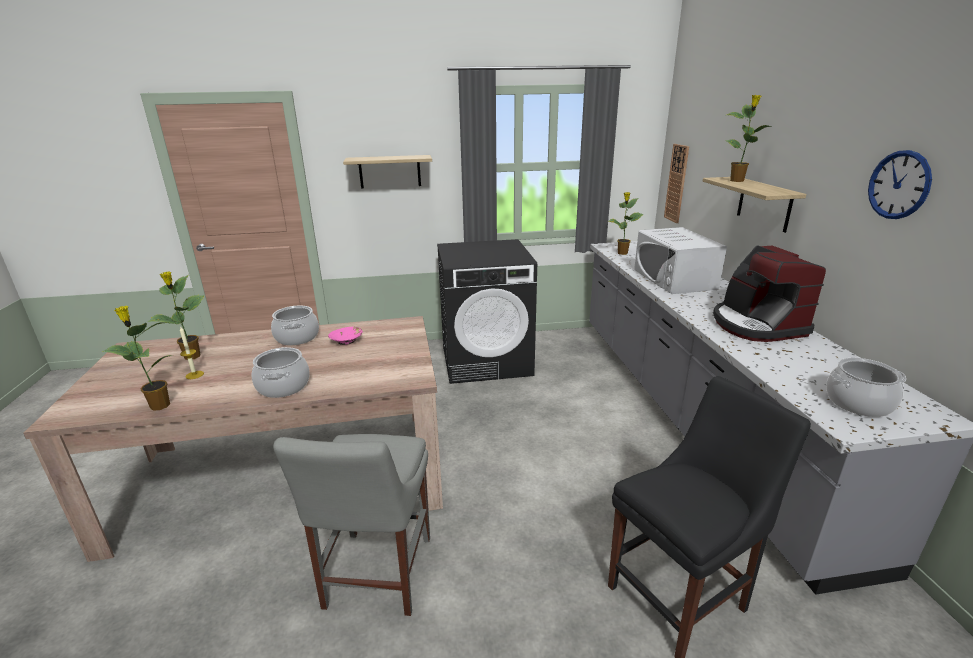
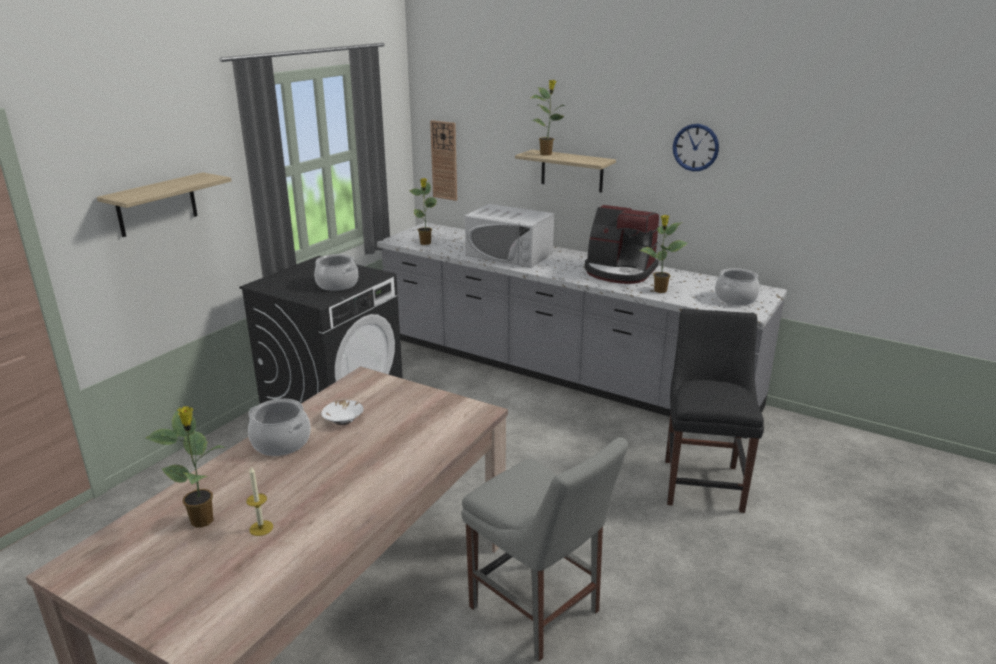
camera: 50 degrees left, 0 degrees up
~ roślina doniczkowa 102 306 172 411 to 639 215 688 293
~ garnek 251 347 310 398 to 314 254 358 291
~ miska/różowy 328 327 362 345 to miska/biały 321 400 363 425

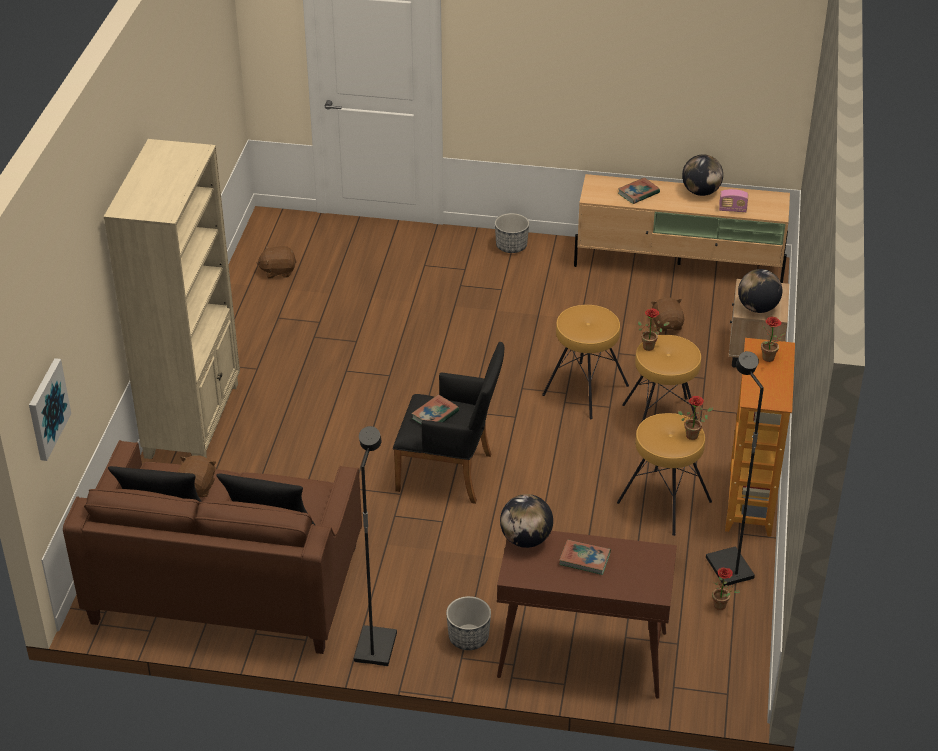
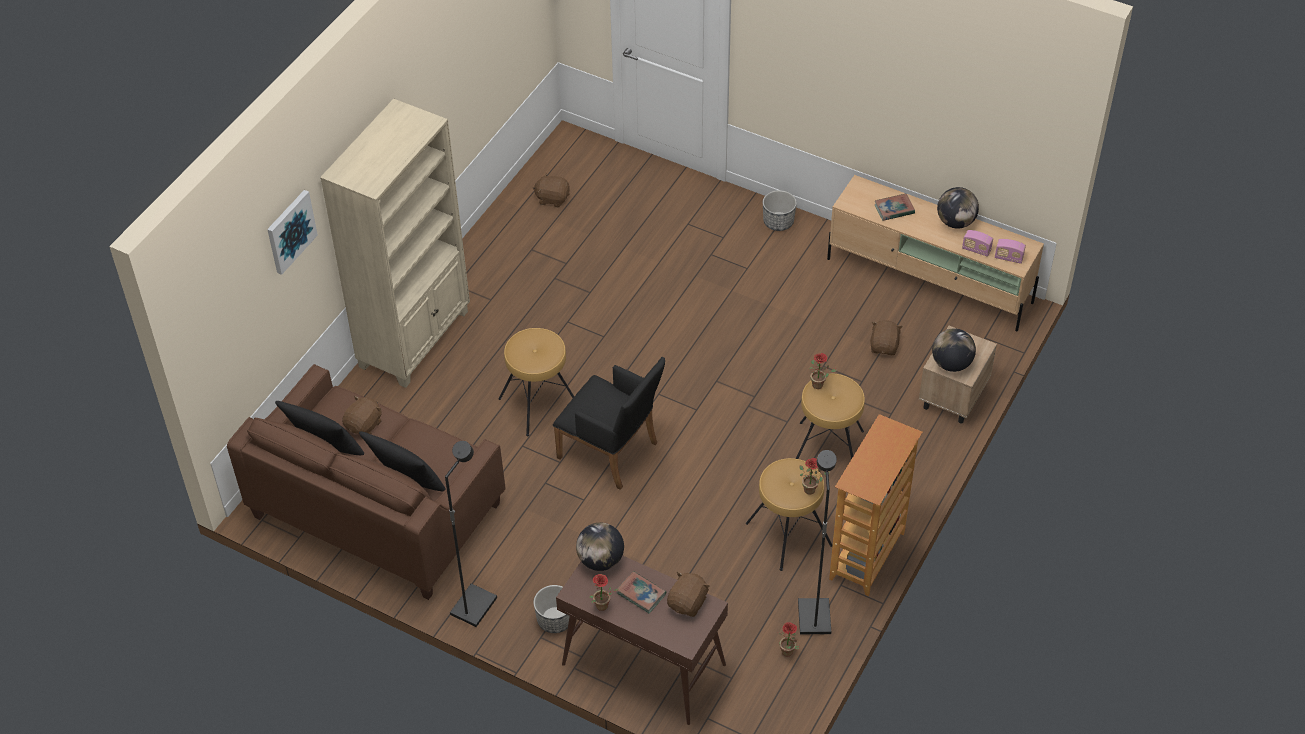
camera: 20 degrees right, 10 degrees up
~ obraz 29 358 71 461 to 267 190 318 275
- książka 411 394 459 425
~ stołek/brązowy 542 305 629 419 to 499 328 574 436
~ roślina doniczkowa 761 317 785 362 to 589 574 619 611
+ pluszak/brązowy 667 572 710 617
+ radio 995 239 1026 264

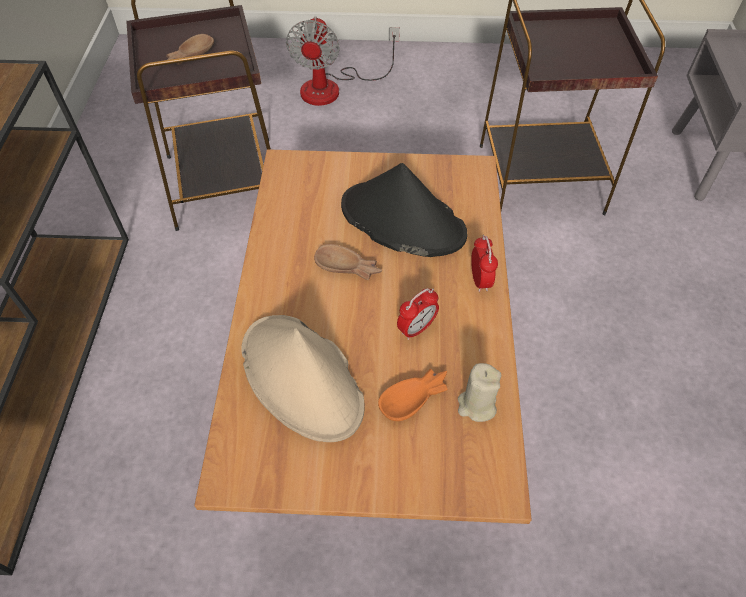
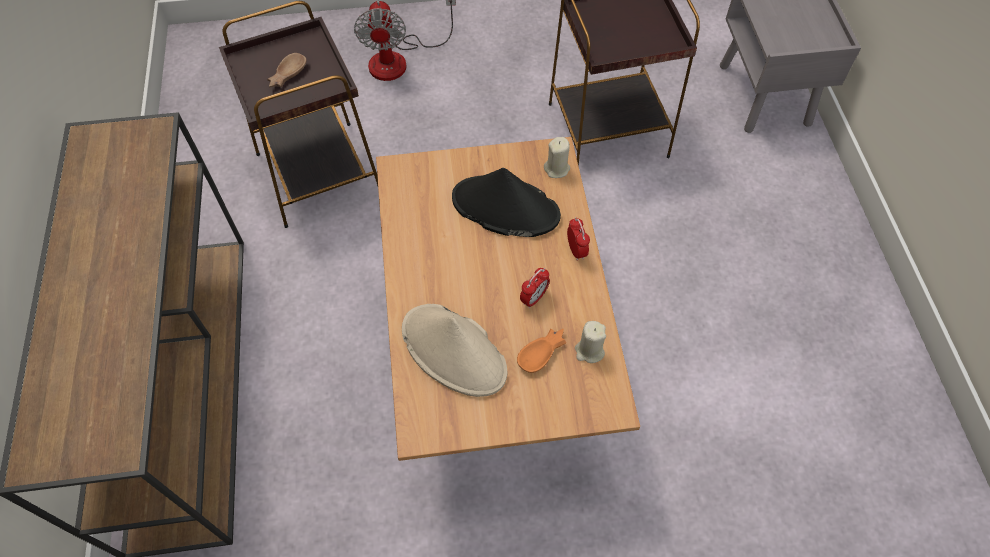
camera: 10 degrees left, 5 degrees up
- miska/brązowy 314 244 382 280
+ świeca/beżowy 544 137 570 178

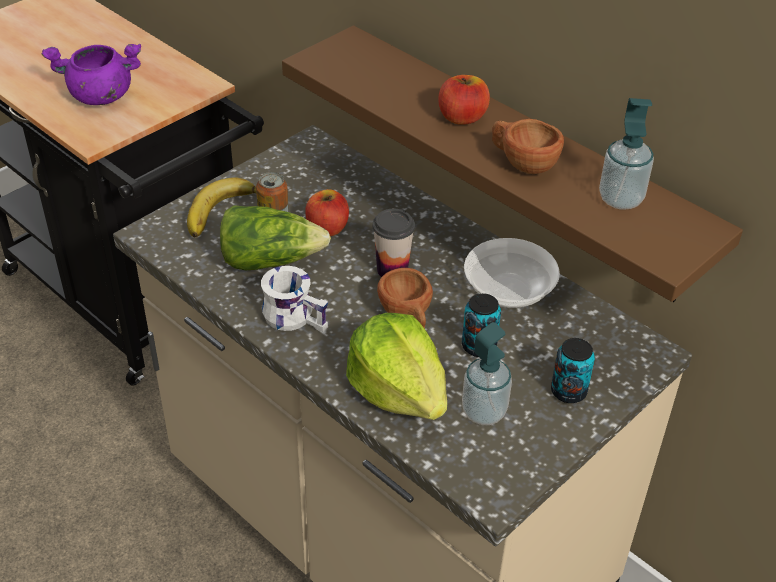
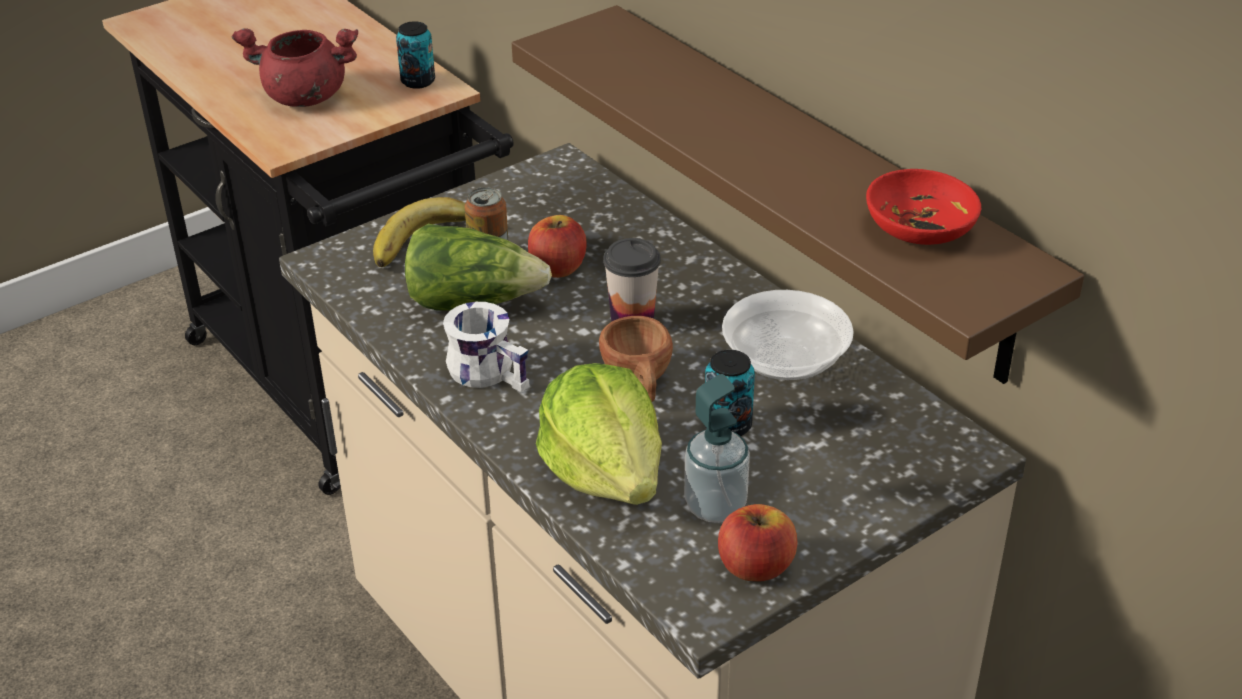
camera: 10 degrees right, 5 degrees down
~ garnek/fioletowy 42 44 141 105 to garnek/czerwony 231 28 358 107
~ jabłko 438 75 490 125 to 718 504 798 582
- filiżanka/brązowy 492 119 564 174
~ puszka 551 338 595 403 to 396 21 435 89
~ dozownik mydła 599 98 654 210 to miska/czerwony 866 169 981 245

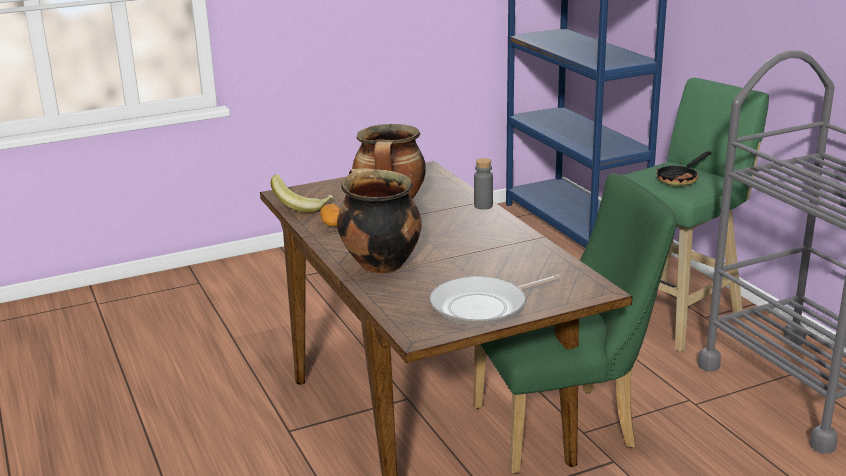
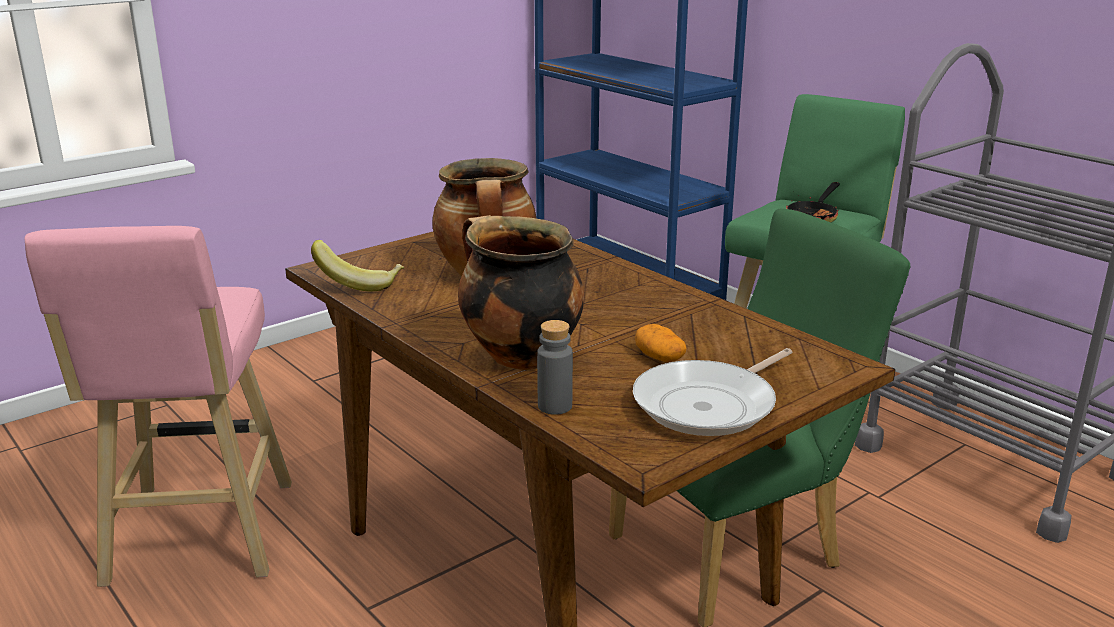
camera: 15 degrees left, 0 degrees up
~ ziemniak 320 204 340 227 to 635 324 686 362
~ butelka/szary 474 158 493 210 to 537 320 573 415
+ stołek/różowy 25 226 292 587

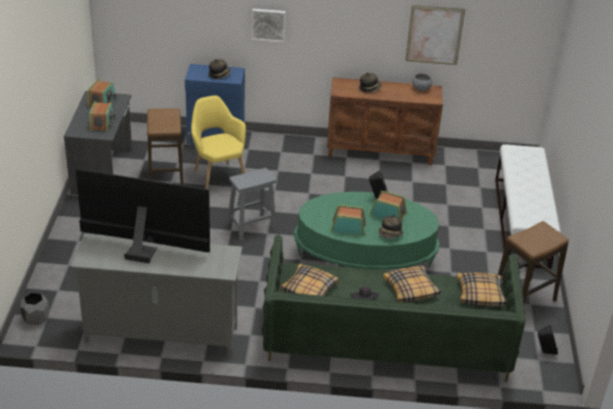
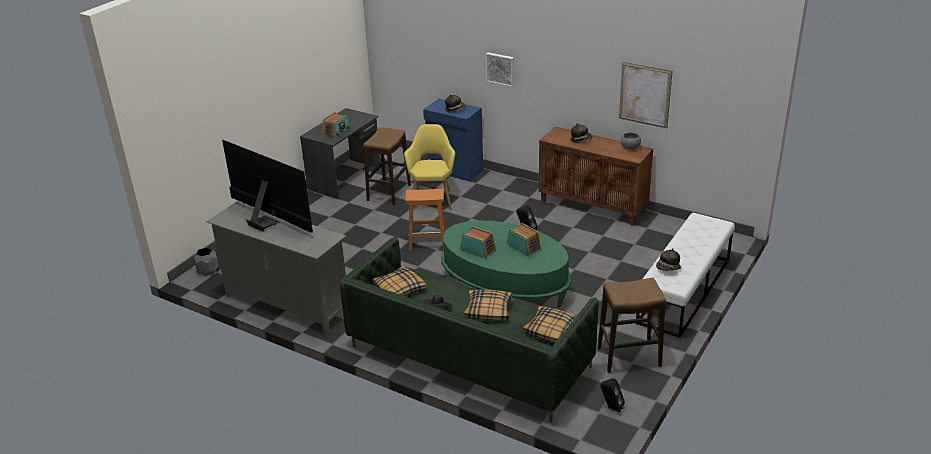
camera: 30 degrees right, 5 degrees down
- radio 88 79 116 107
~ stołek/szary 227 168 277 241 to stołek/pomarańczowy 405 189 446 251
~ kapelusz 379 214 403 239 to 656 248 681 271

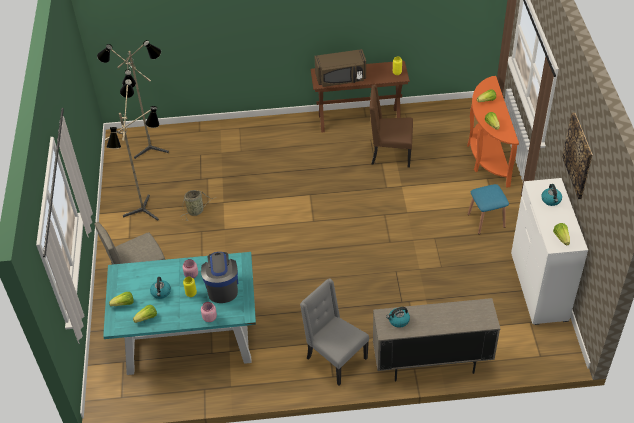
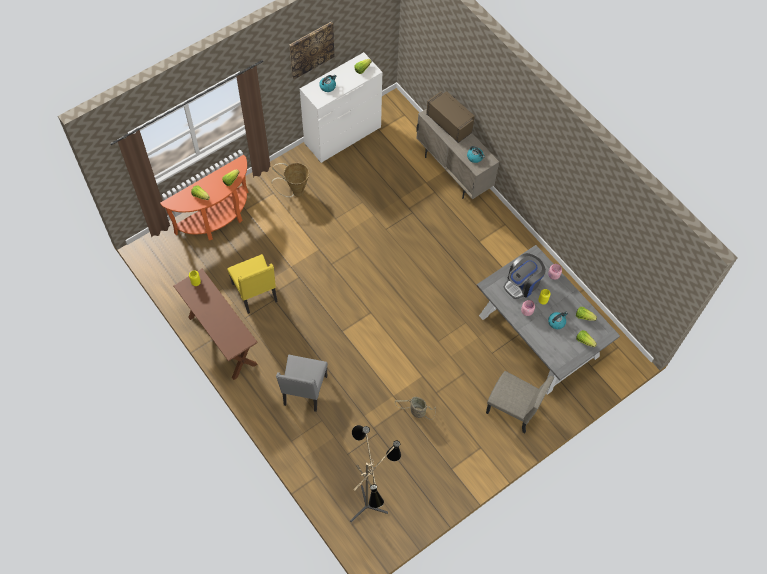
camera: 125 degrees left, 15 degrees up
~ stół jadalny/turkusowy 103 252 256 375 to stół jadalny/szary 477 245 620 395
- lampa stojąca 105 79 159 221
~ krzesło/szary 300 278 369 386 to 276 355 328 412
~ mikrofalówka/brązowy 315 49 366 87 to 426 91 475 143
~ krzesło/brązowy 369 85 413 168 to krzesło/żółty 227 254 278 314
~ stołek/niebieski 468 184 509 234 to koszyk 272 163 309 197

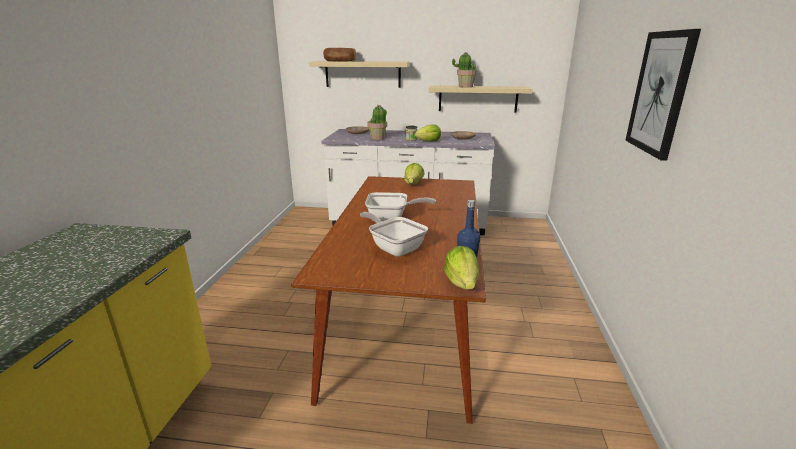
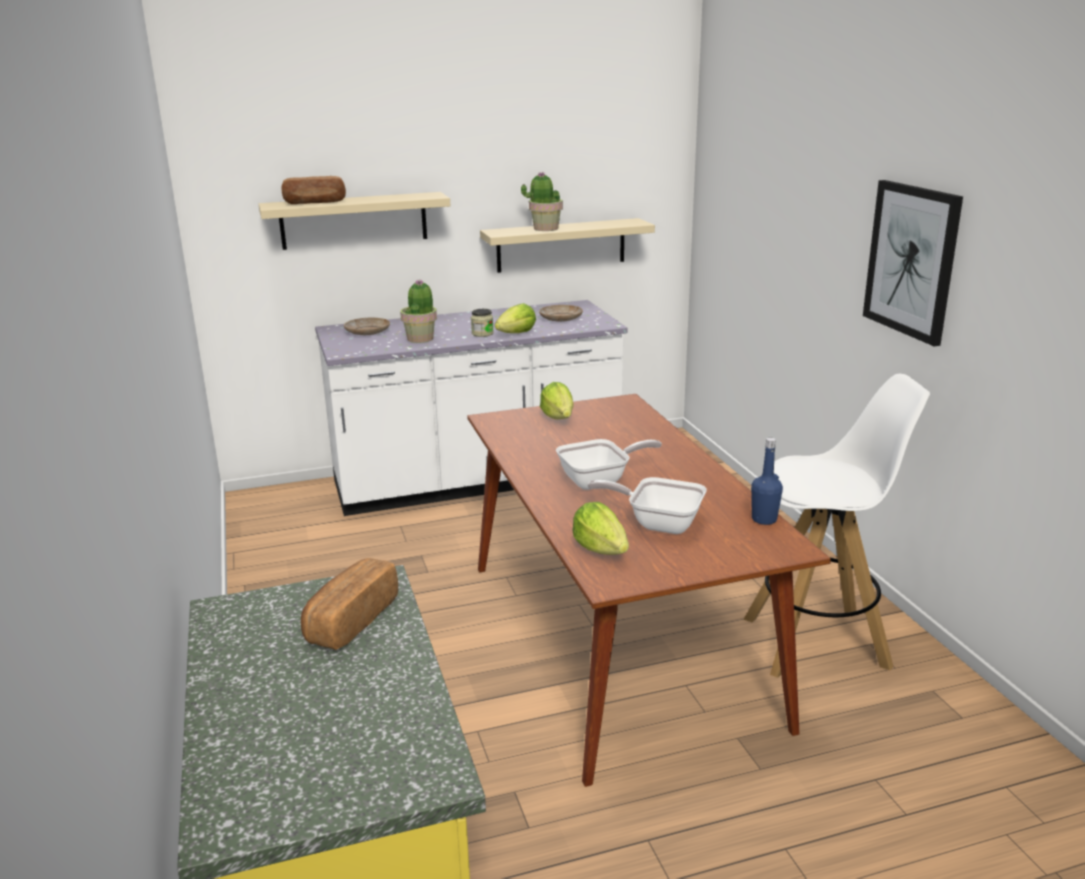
camera: 25 degrees left, 0 degrees up
~ sałata 444 246 479 290 to 572 502 629 555
+ chleb 301 558 398 650
+ stołek/biały 743 374 930 678

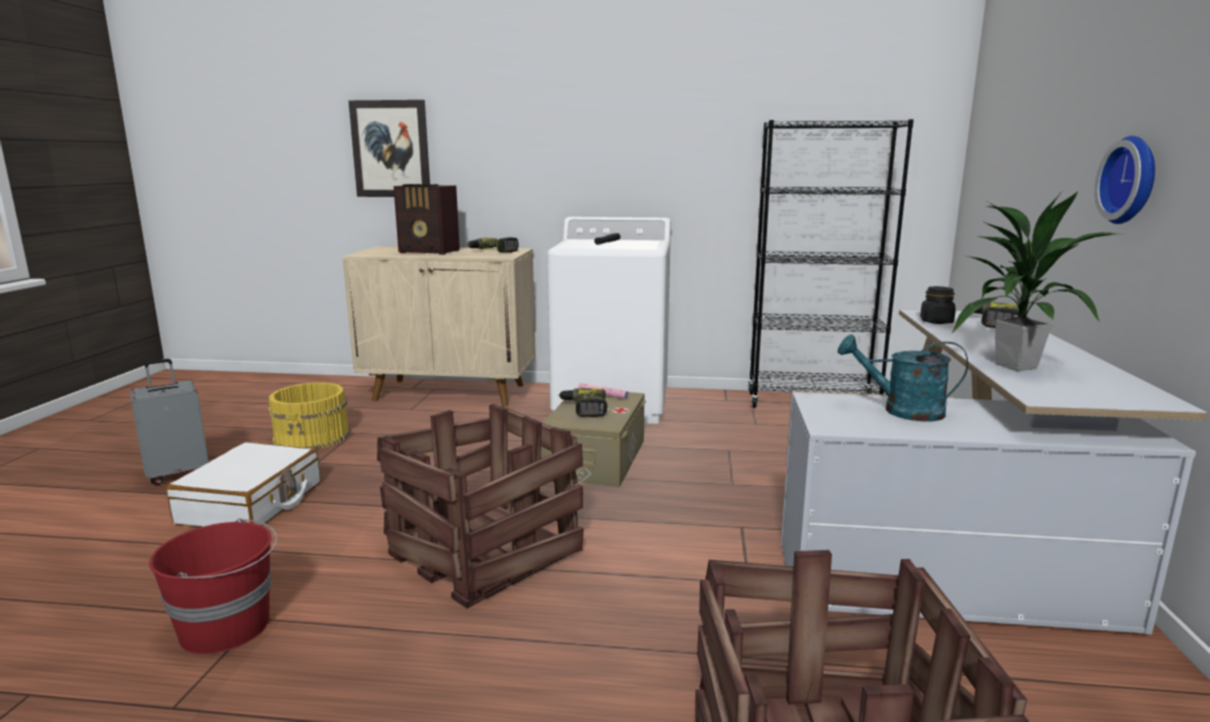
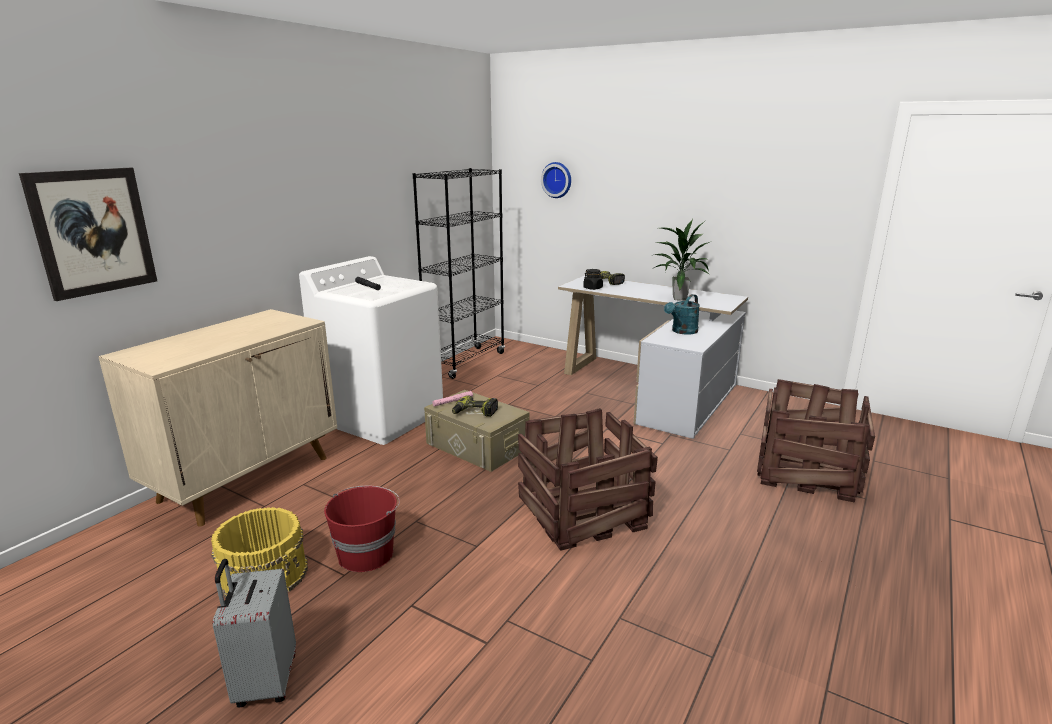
camera: 65 degrees left, 5 degrees up
~ wiadro/czerwony 149 518 277 654 to 324 485 400 572
- walizka/biały 166 442 320 527
- radio 394 184 460 255
- wiertarka 467 237 519 253
~ zegar ścienny 1095 136 1155 224 to 541 162 571 198

